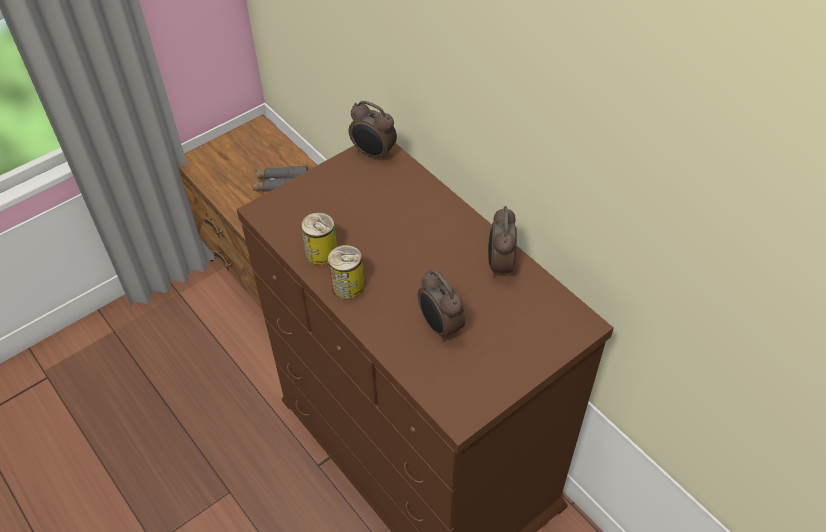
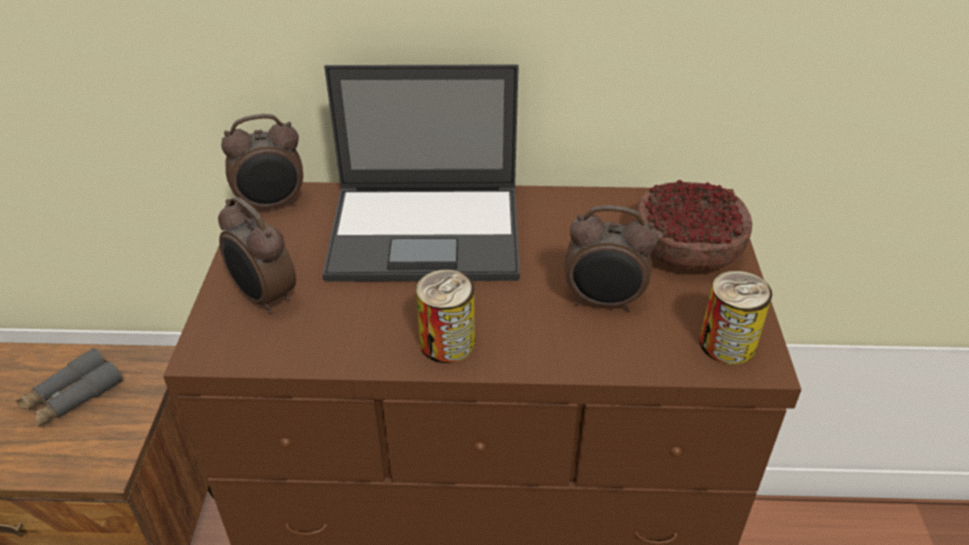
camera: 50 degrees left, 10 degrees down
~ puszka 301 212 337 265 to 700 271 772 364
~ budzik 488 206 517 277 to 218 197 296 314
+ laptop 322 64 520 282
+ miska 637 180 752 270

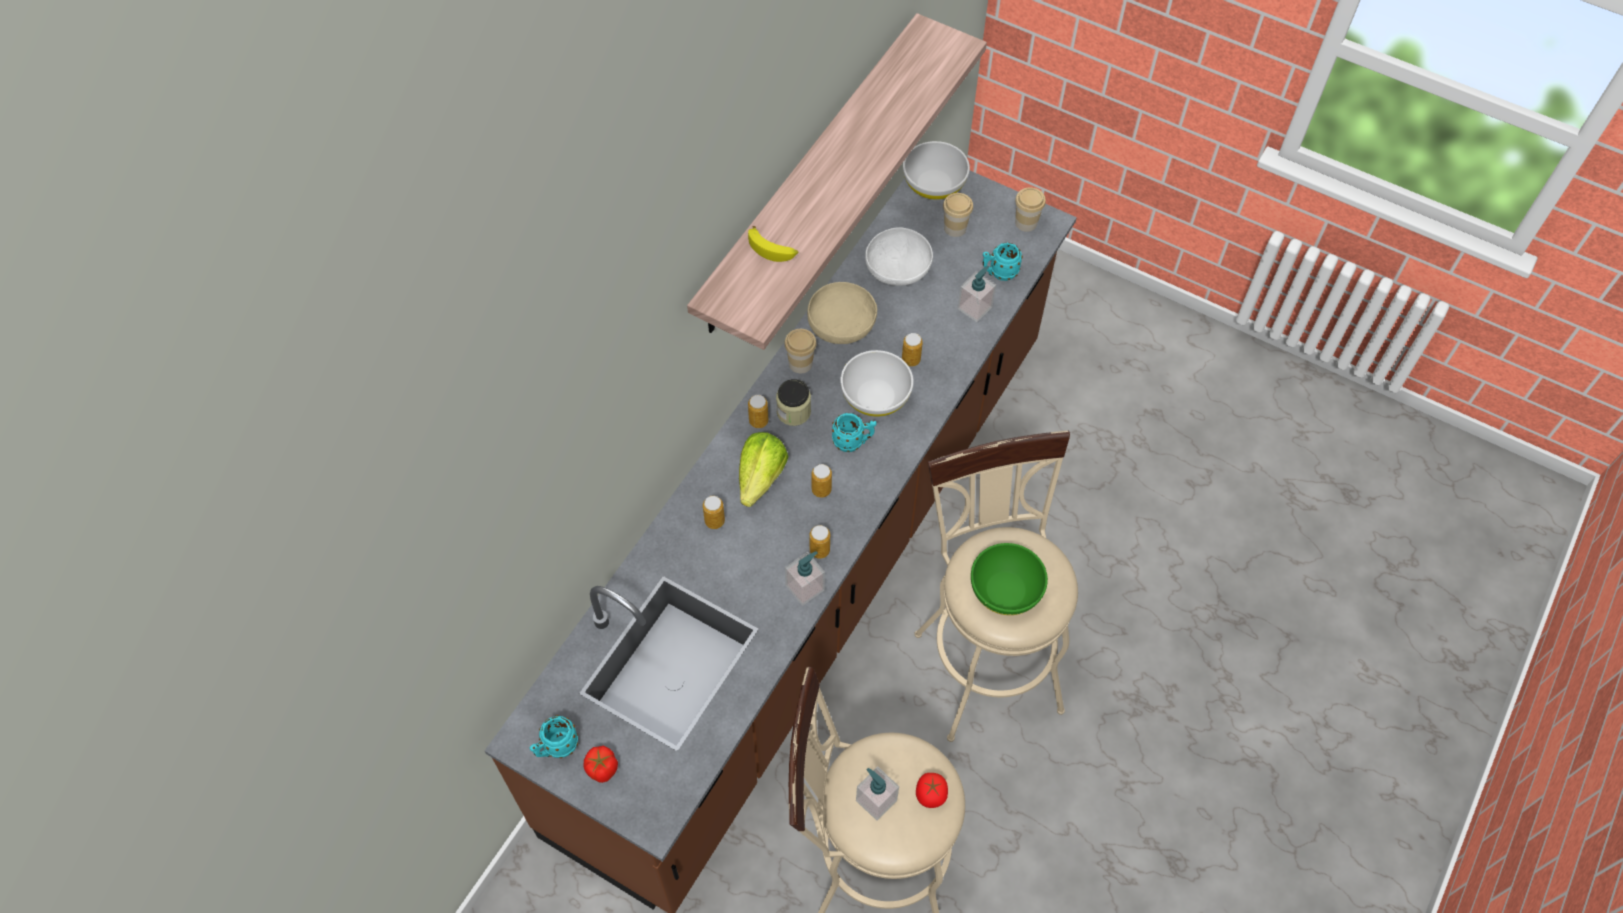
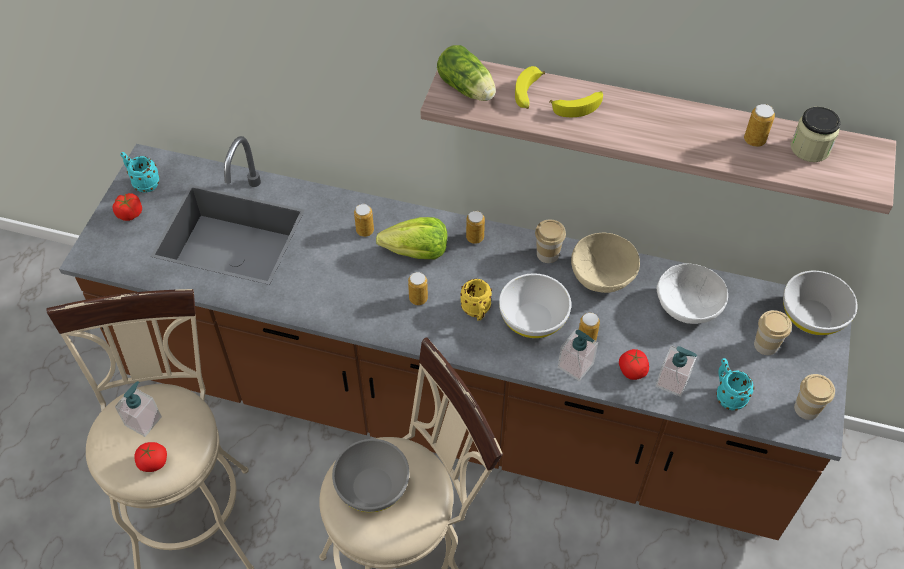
camera: 75 degrees right, 5 degrees down
~ słoik 776 379 811 426 to 791 107 841 162
~ dozownik mydła 785 551 825 606 to 558 329 598 381
~ puszka 809 525 830 559 to 744 104 775 147
~ kubek/turkusowy 832 413 877 452 to kubek/żółty 460 279 492 321
~ miska/zielony 971 543 1048 615 to miska/szary 332 439 409 512
+ sałata 437 45 496 101
+ banan 549 91 603 117
+ pomidor 619 349 649 380

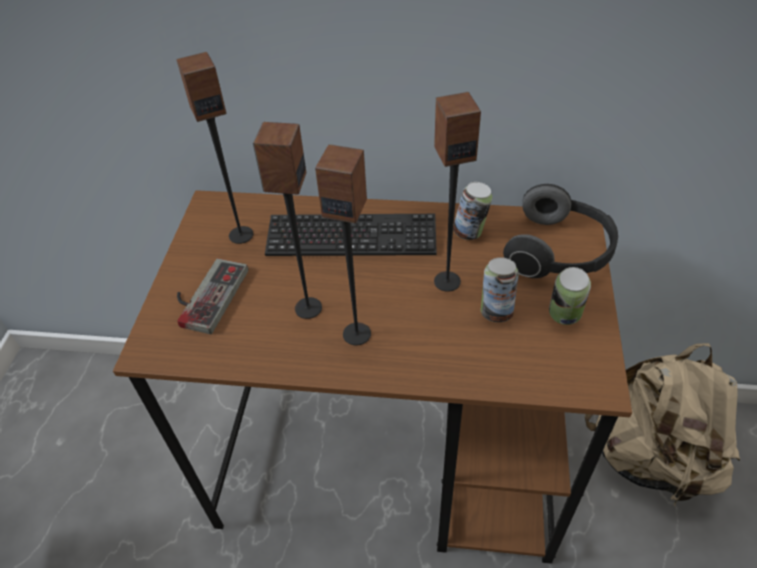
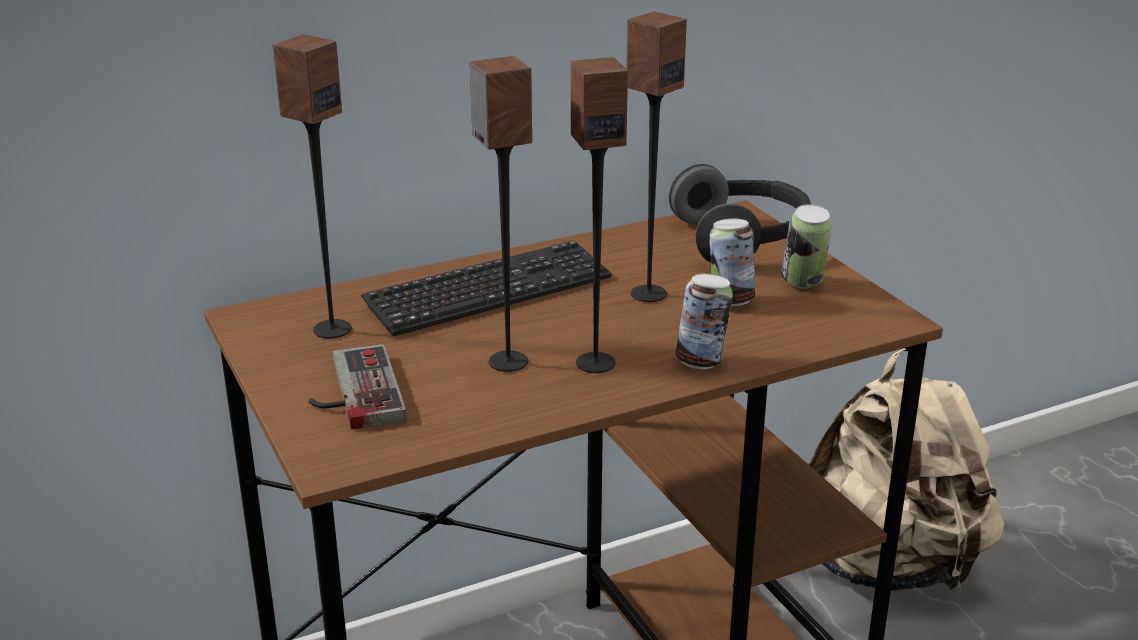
camera: 35 degrees left, 20 degrees down
~ puszka 453 182 492 240 to 675 274 733 369

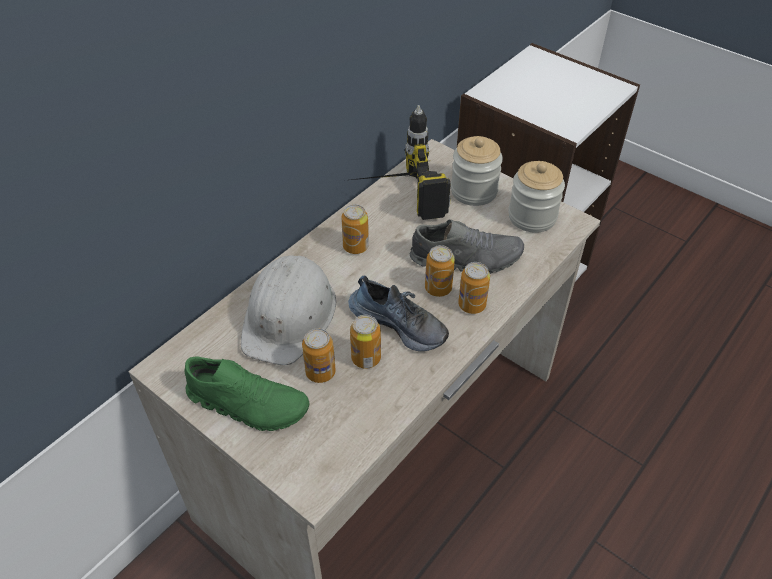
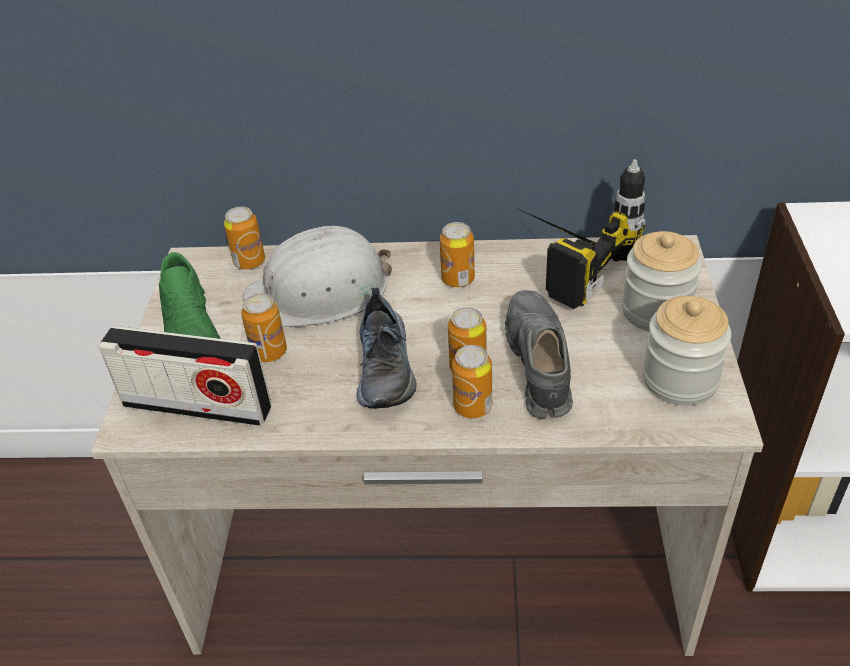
camera: 55 degrees right, 5 degrees down
~ puszka 350 315 381 369 to 224 206 265 269
~ but/szary 409 219 524 274 = 505 290 573 419 150 degrees counterclockwise
+ radio 99 326 272 426

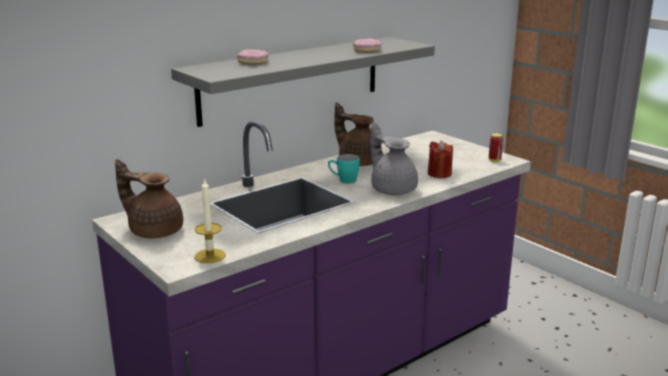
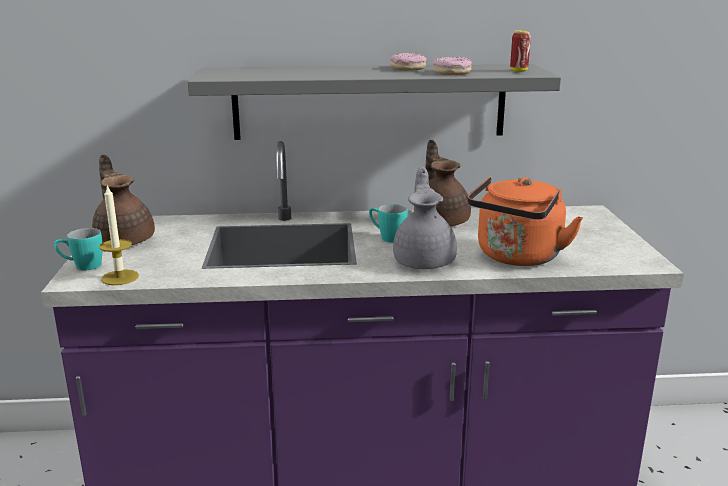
camera: 35 degrees right, 0 degrees up
~ donut 237 49 269 65 to 390 53 427 71
~ świeca/czerwony 428 141 453 178 to czajnik/pomarańczowy 467 177 583 266
~ puszka 489 133 503 162 to 510 30 531 72
+ kubek/turkusowy 54 228 103 270

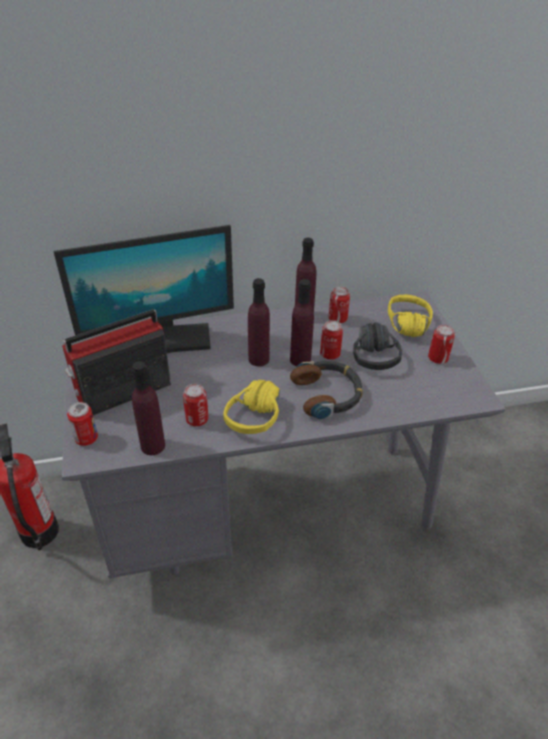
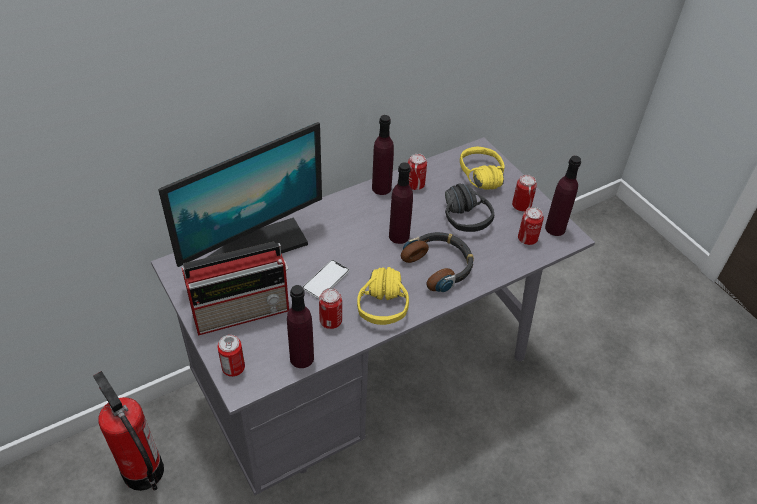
camera: 20 degrees left, 5 degrees up
~ radio 62 309 171 416 = 182 241 289 336 150 degrees counterclockwise
~ butelka/fioletowy 248 278 270 366 to 545 156 581 236
~ puszka 320 320 343 360 to 518 207 544 245
+ telefon 303 260 349 299

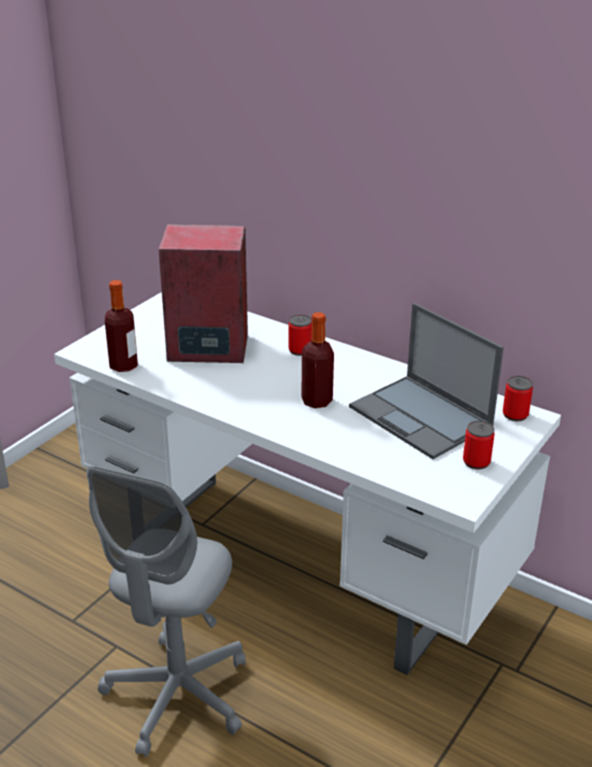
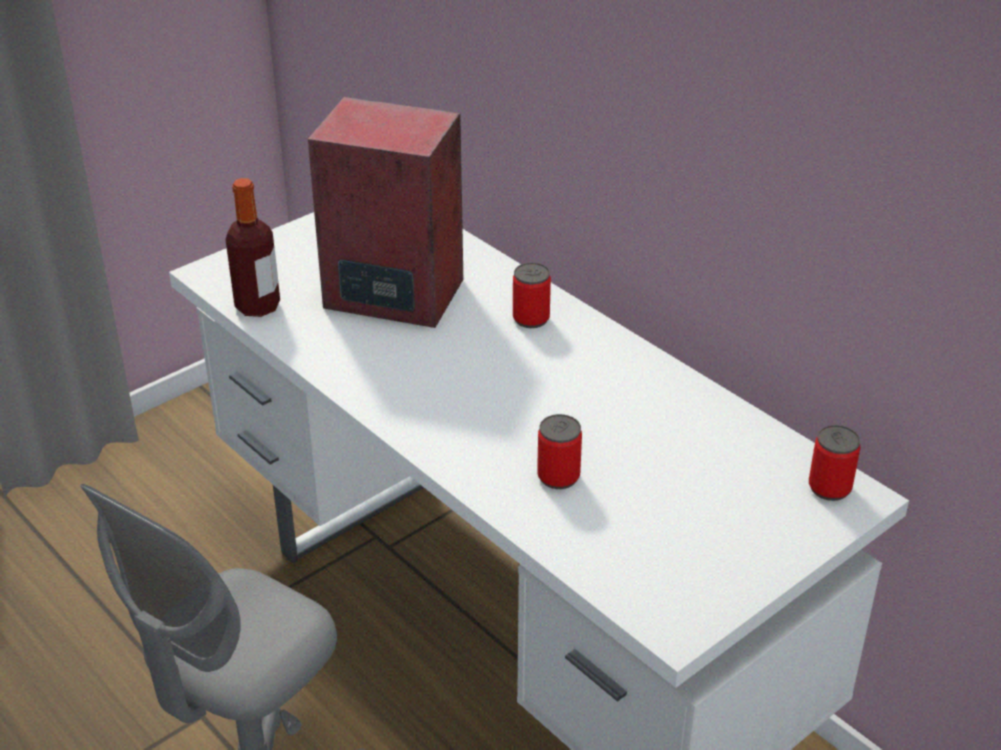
camera: 15 degrees right, 5 degrees up
- butelka 301 312 334 408
- laptop 349 303 504 459
~ puszka 463 421 495 469 to 537 414 582 489

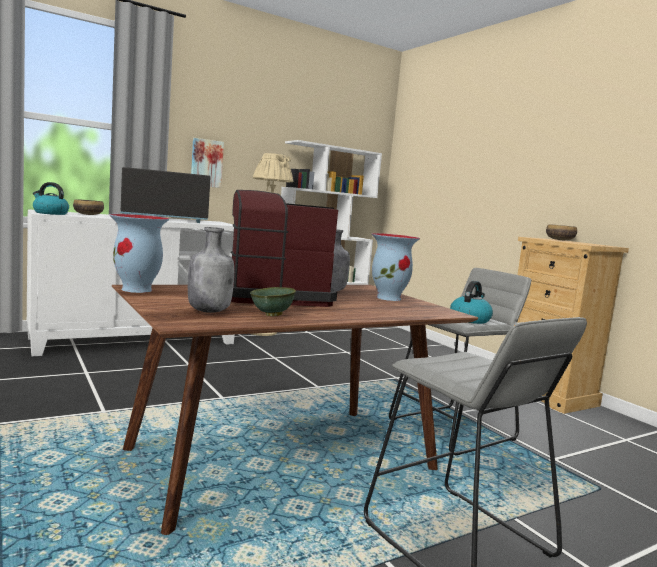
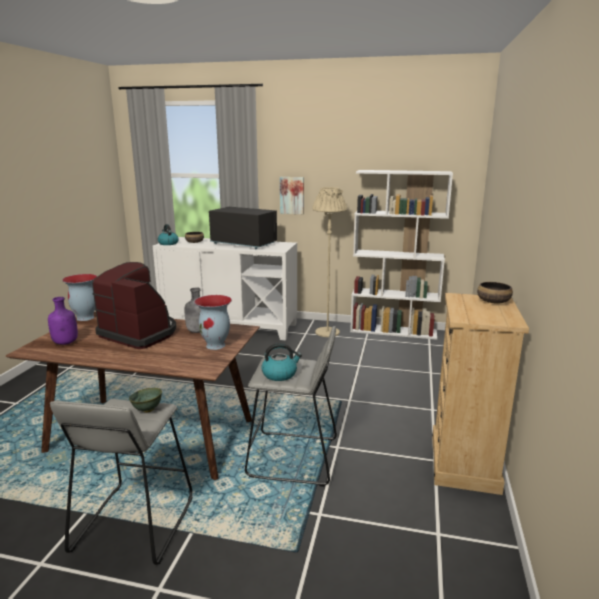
camera: 45 degrees right, 10 degrees up
~ butelka/szary 188 227 234 313 to butelka/fioletowy 48 297 78 345
~ miska/zielony 250 287 296 316 to 129 388 162 413

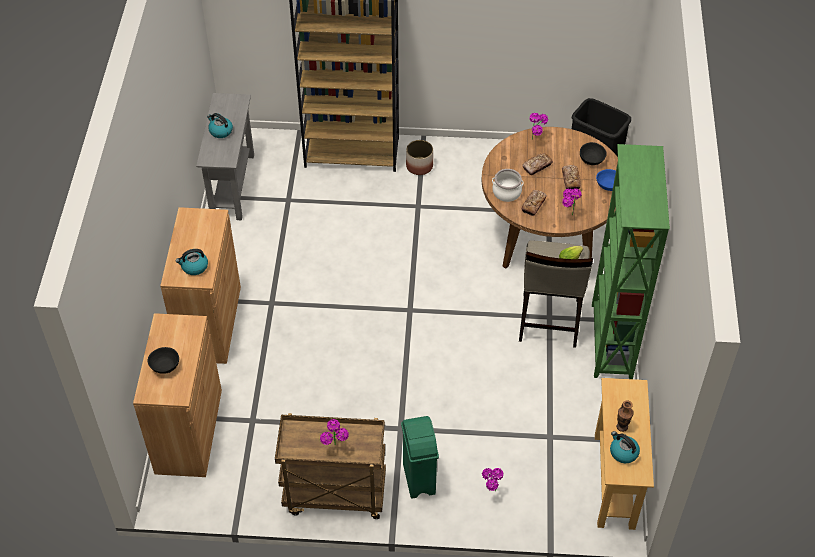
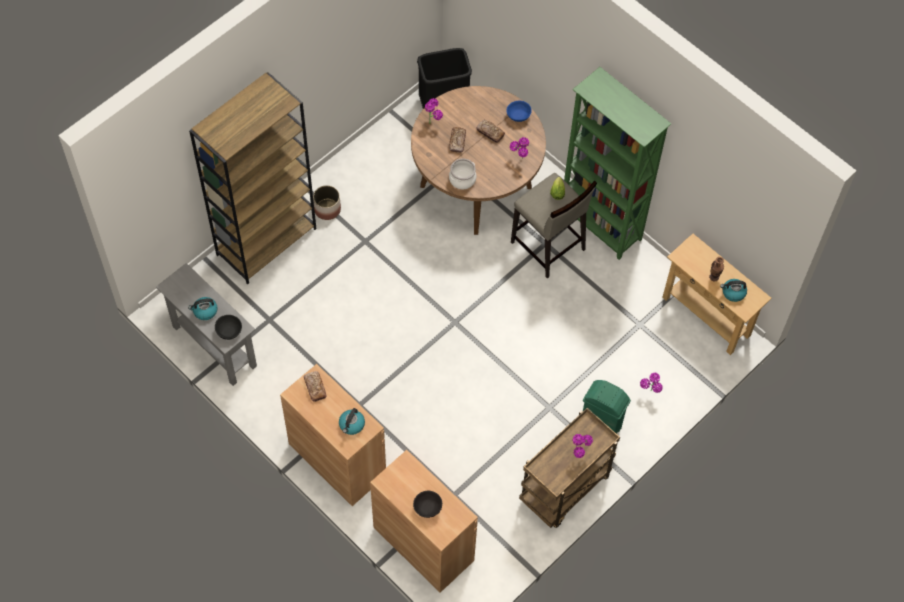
camera: 50 degrees left, 10 degrees up
~ chleb 522 190 547 216 to 304 371 327 402
~ miska/czarny 580 142 607 165 to 215 315 242 340

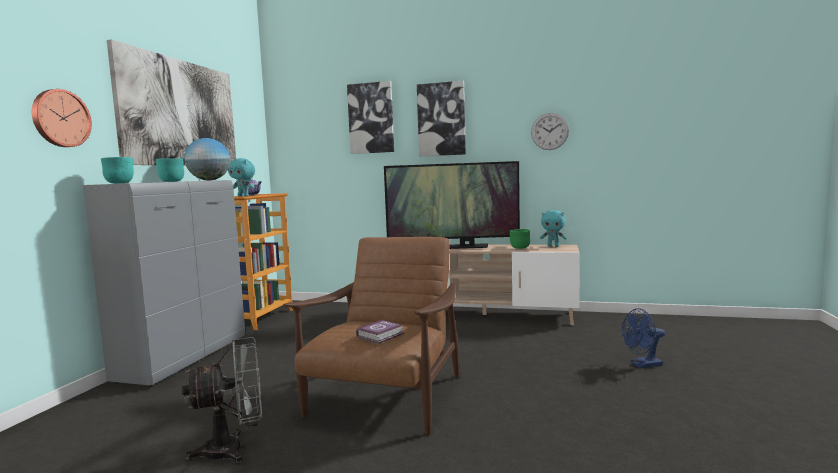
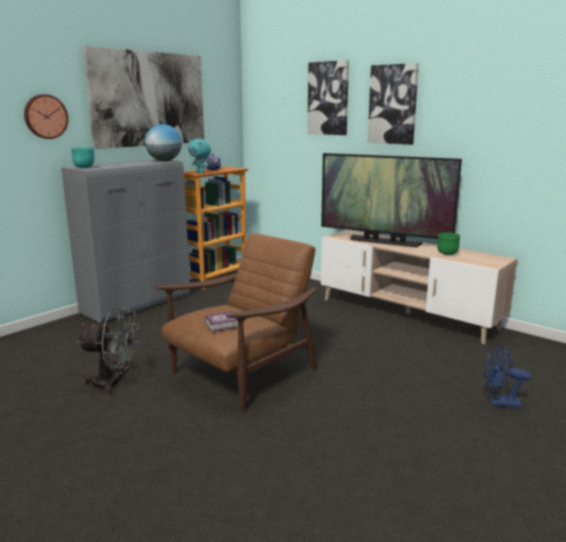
camera: 25 degrees right, 10 degrees up
- miska/turkusowy 156 158 184 182
- zegar ścienny 531 113 569 150
- pluszak/turkusowy 540 210 567 247

